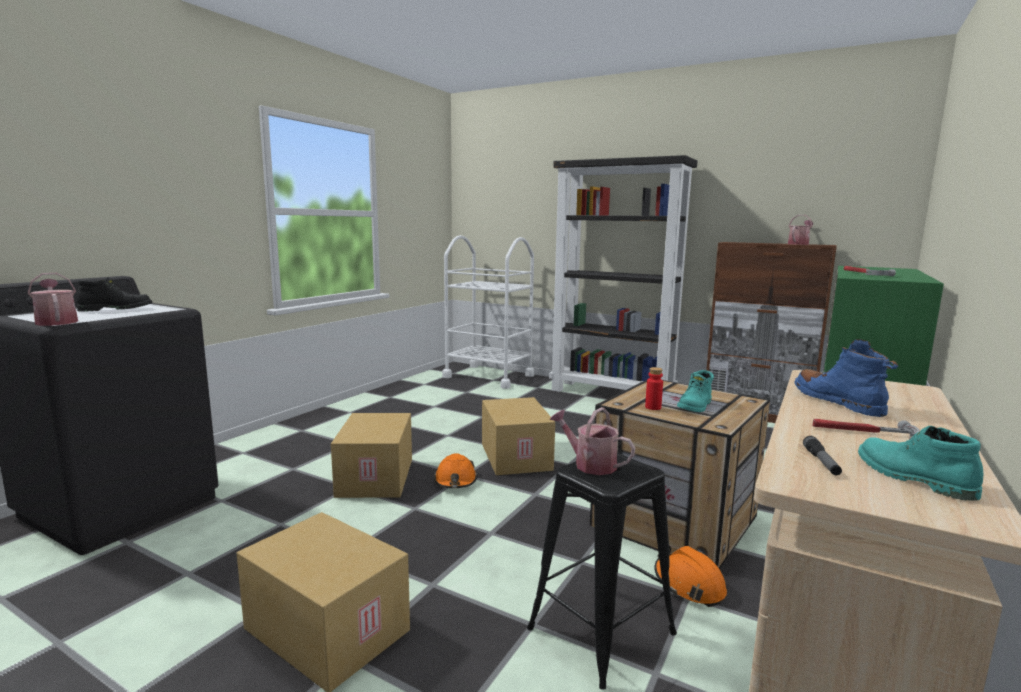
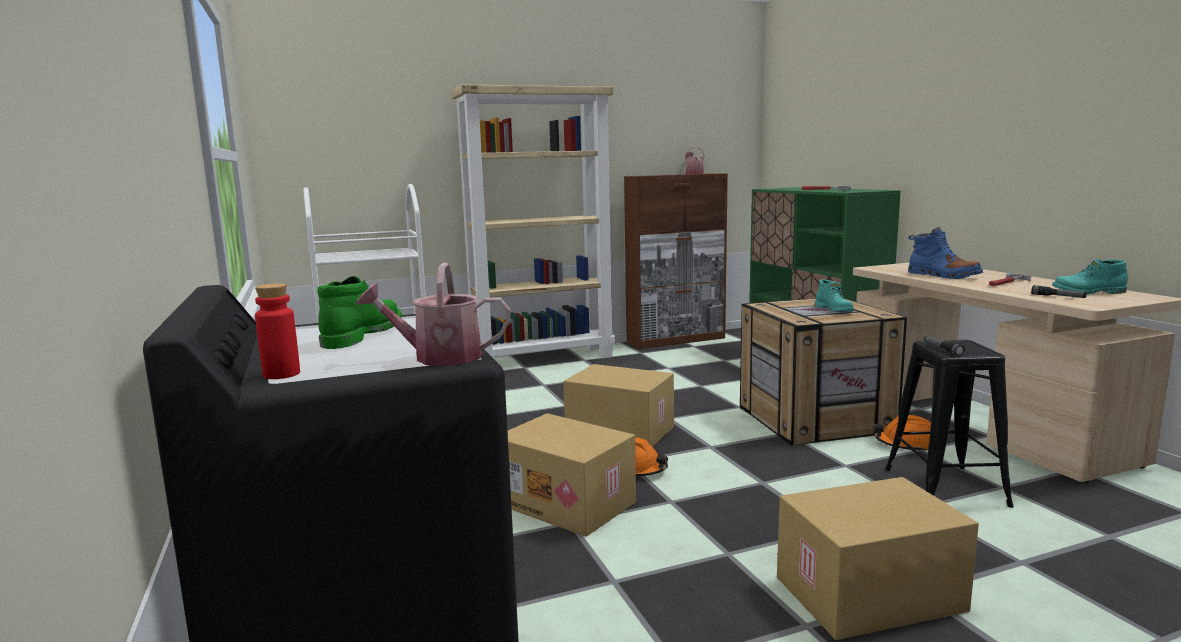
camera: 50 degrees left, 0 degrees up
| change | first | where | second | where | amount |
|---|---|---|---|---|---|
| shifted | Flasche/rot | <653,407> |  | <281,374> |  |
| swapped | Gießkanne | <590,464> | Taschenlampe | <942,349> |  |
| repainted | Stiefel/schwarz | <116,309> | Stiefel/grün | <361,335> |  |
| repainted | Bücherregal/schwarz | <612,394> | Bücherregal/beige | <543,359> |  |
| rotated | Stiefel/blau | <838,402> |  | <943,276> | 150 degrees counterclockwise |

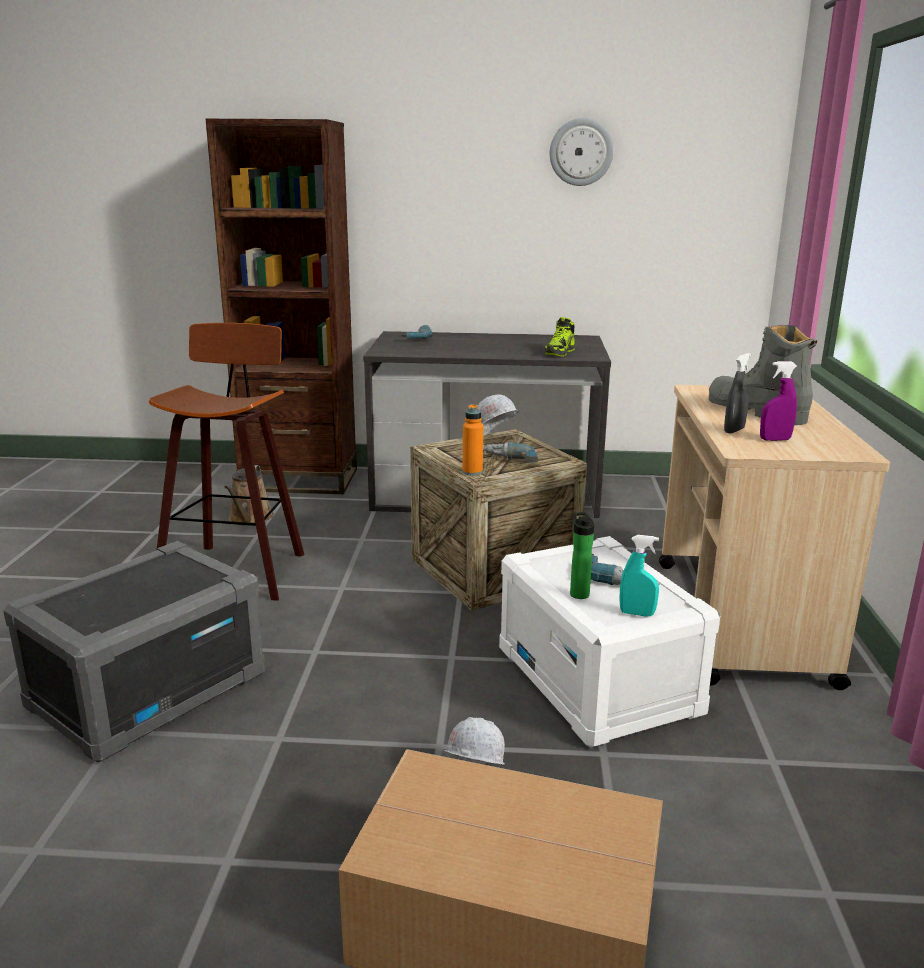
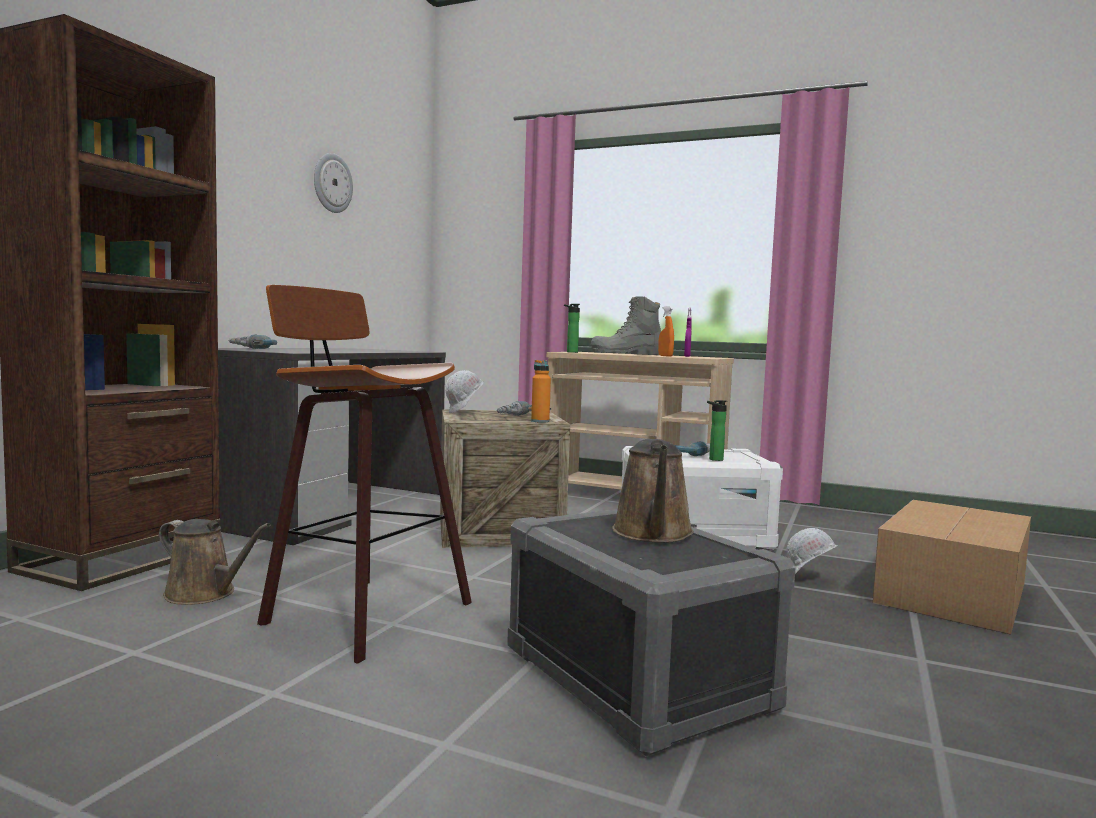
camera: 70 degrees left, 15 degrees down
| change | first | where | second | where | amount |
|---|---|---|---|---|---|
| gone | Schuh | <559,352> |  |  |  |
| gone | Sprühflasche/türkis | <637,613> |  |  |  |
| new |  |  | Flasche | <570,352> |  |
| new |  |  | Gießkanne/braun | <653,534> |  |
| repainted | Sprühflasche/grau | <734,430> | Sprühflasche/orange | <665,356> |  |

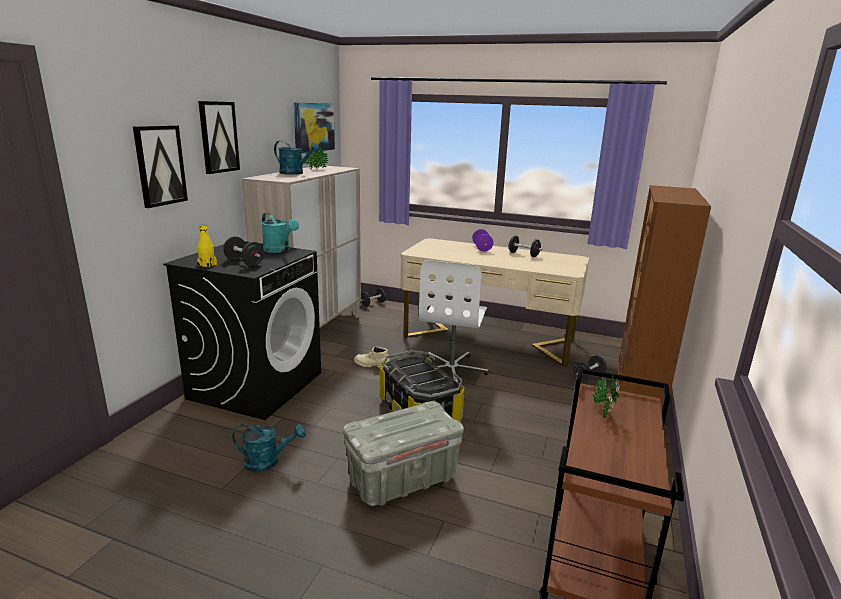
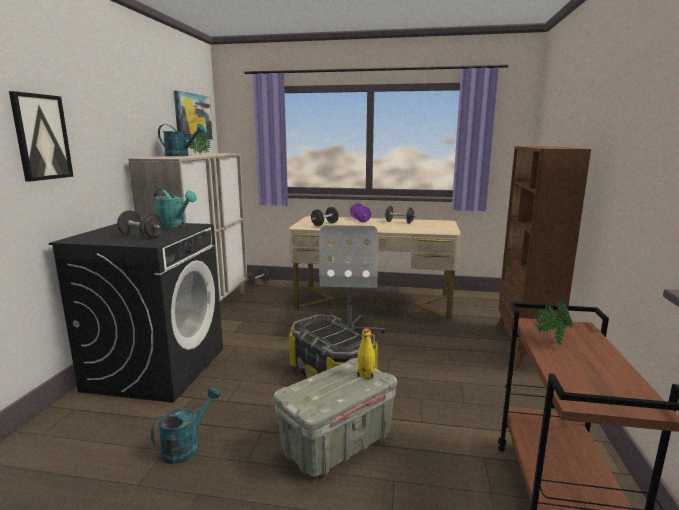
camera: 10 degrees left, 5 degrees down
| change | first | where | second | where | amount |
|---|---|---|---|---|---|
| gone | Bild | <218,137> |  |  |  |
| gone | Stiefel/beige | <371,364> |  |  |  |
| shifted | Flasche/gelb | <207,265> |  | <365,374> |  |
| shifted | Hantel/schwarz | <588,376> |  | <325,224> |  |
| rotated | Gießkanne/türkis | <268,462> |  | <186,446> | 45 degrees counterclockwise |

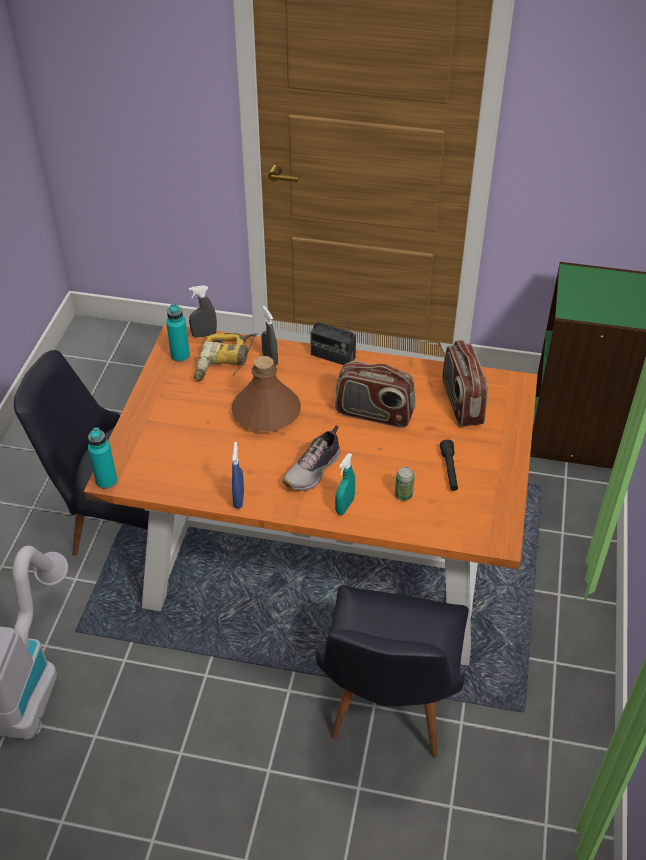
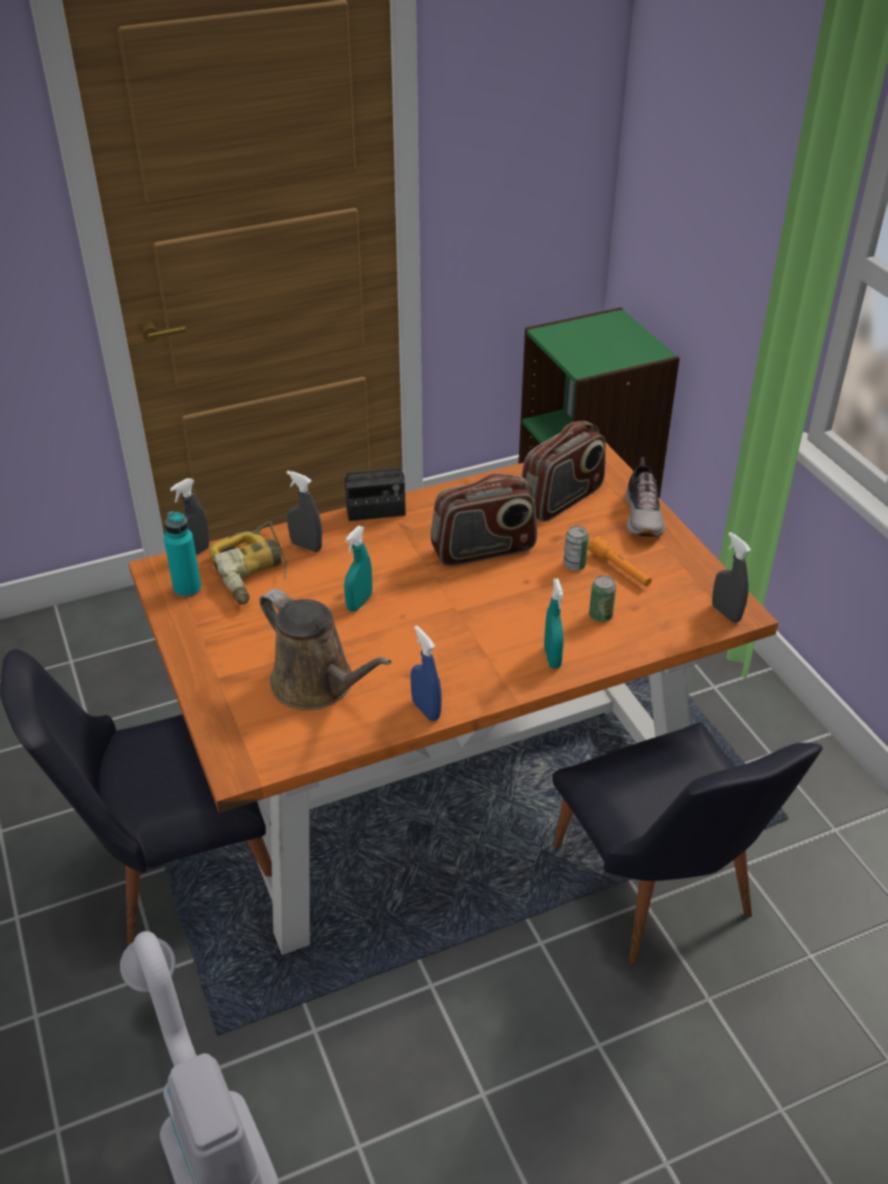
camera: 35 degrees left, 5 degrees down
| change | first | where | second | where | amount |
|---|---|---|---|---|---|
| gone | Flasche/türkis | <106,481> |  |  |  |
| new |  |  | Gießkanne/braun | <318,685> |  |
| new |  |  | Dose | <574,565> |  |
| new |  |  | Sprühflasche/grau | <726,613> |  |
| shifted | Schuh | <313,470> |  | <643,516> |  |
| swapped | Flasche/braun | <266,412> | Sprühflasche/türkis | <359,602> |  |
| repainted | Taschenlampe/schwarz | <449,470> | Taschenlampe/orange | <620,569> |  |
| rotated | Radio | <461,402> |  | <561,499> | 90 degrees counterclockwise |

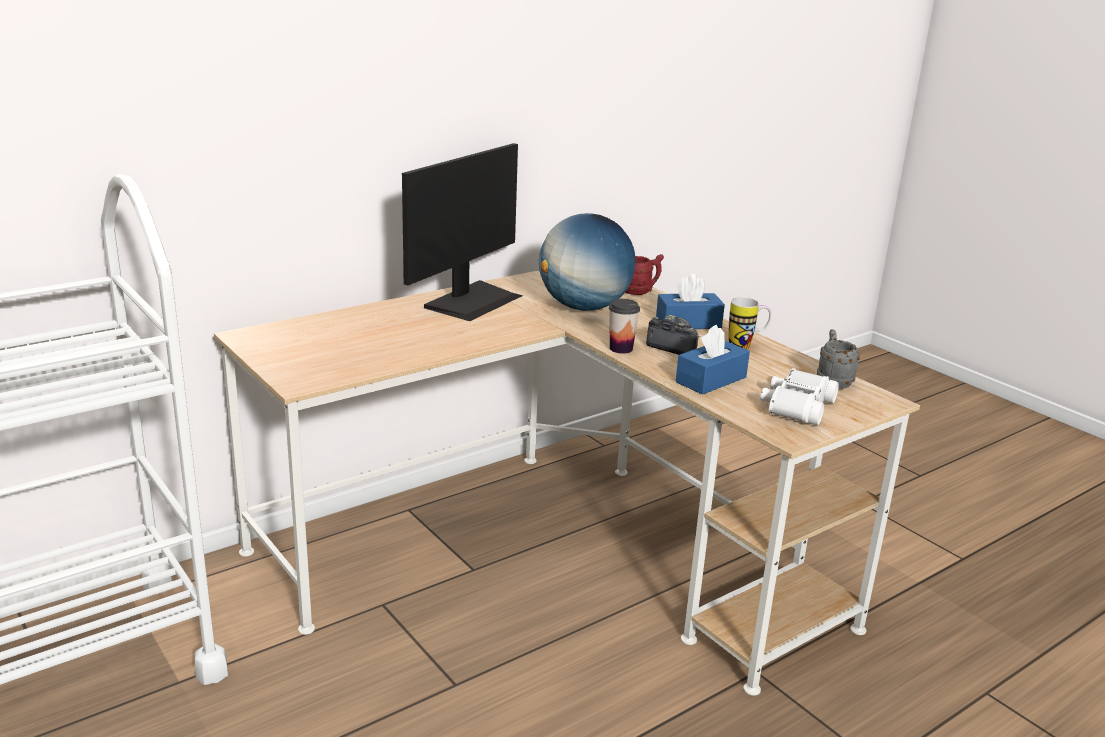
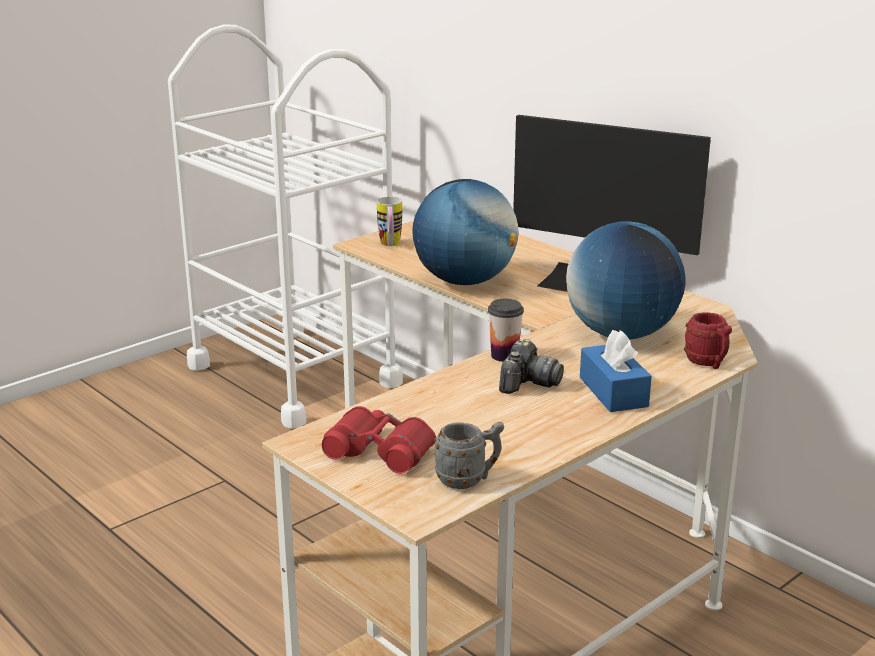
camera: 85 degrees right, 0 degrees up
| change | first | where | second | where | amount |
|---|---|---|---|---|---|
| gone | Taschentuchbox/blau | <711,380> |  |  |  |
| new |  |  | Globus | <465,281> |  |
| shifted | Henkelbecher | <746,347> |  | <390,245> |  |
| repainted | Fernglas/weiß | <796,406> | Fernglas/rot | <381,450> |  |

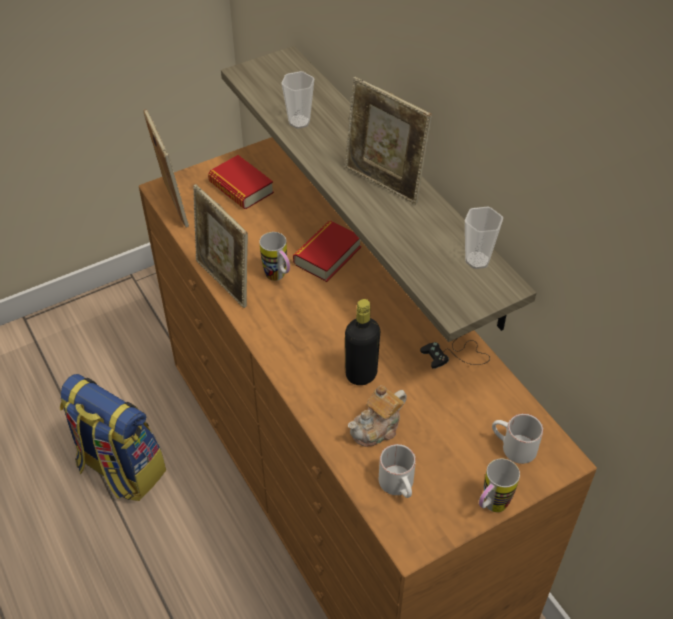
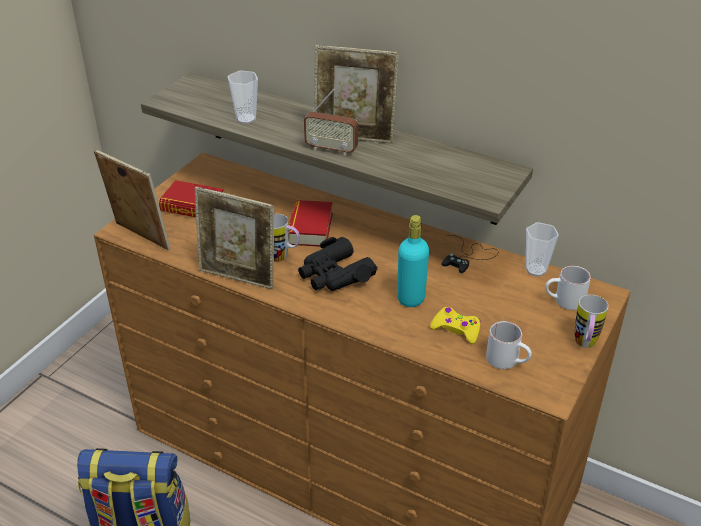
camera: 30 degrees left, 10 degrees down
| change | first | where | second | where | amount |
|---|---|---|---|---|---|
| new |  |  | Fernglas/schwarz | <334,274> |  |
| new |  |  | Radio | <331,149> |  |
| shifted | Tasse | <477,260> |  | <536,270> |  |
| swapped | Teekanne | <377,428> | Gamepad/gelb | <456,329> |  |
| repainted | Flasche/schwarz | <361,374> | Flasche/türkis | <411,298> |  |

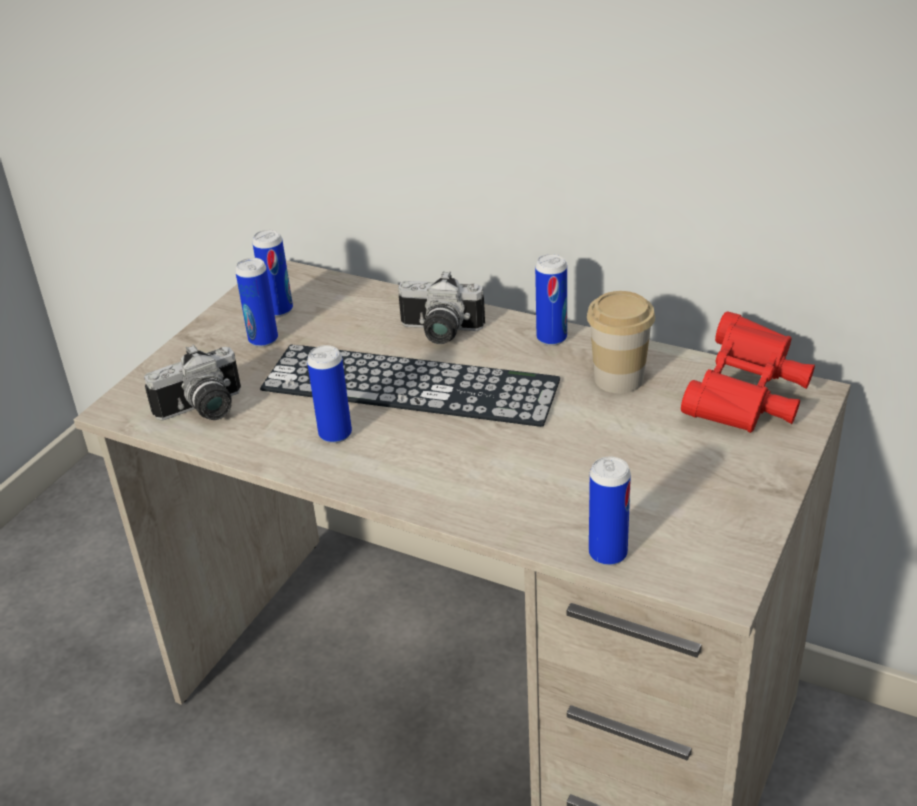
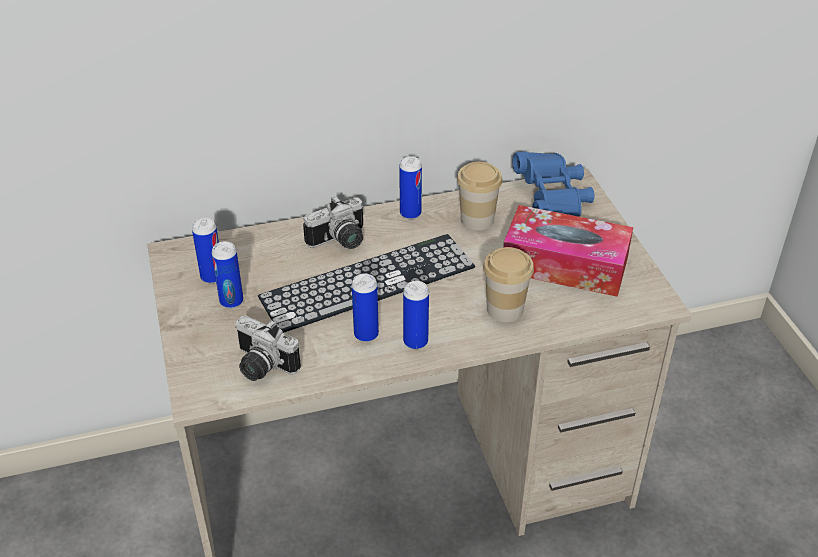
camera: 45 degrees left, 5 degrees up
| change | first | where | second | where | amount |
|---|---|---|---|---|---|
| new |  |  | Tasse | <505,309> |  |
| new |  |  | Taschentuchbox | <565,265> |  |
| shifted | Dose | <608,554> |  | <415,342> |  |
| repainted | Fernglas/rot | <746,399> | Fernglas/blau | <552,200> |  |
| rotated | Kamera | <204,411> |  | <261,366> | 105 degrees clockwise |

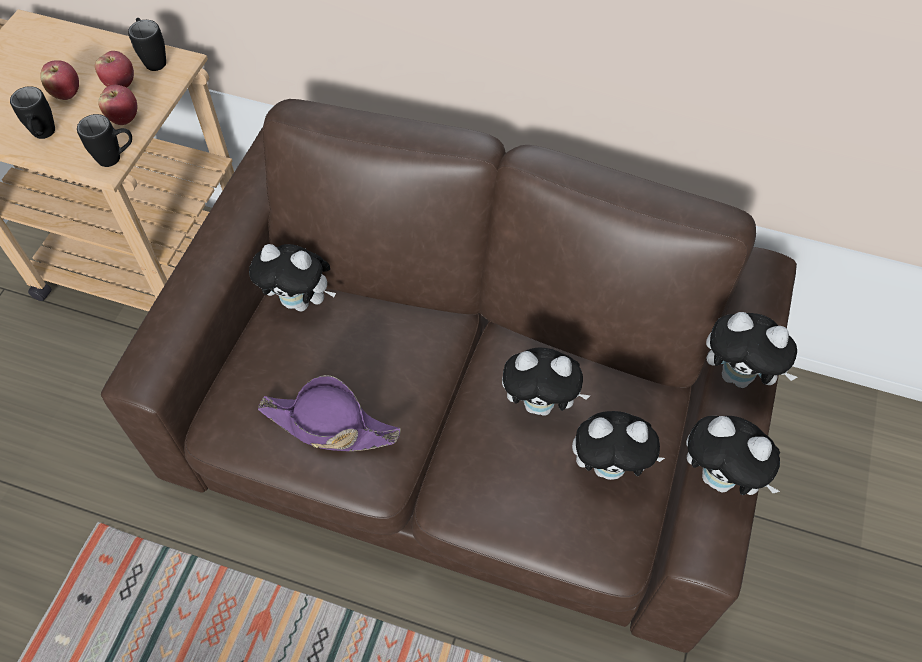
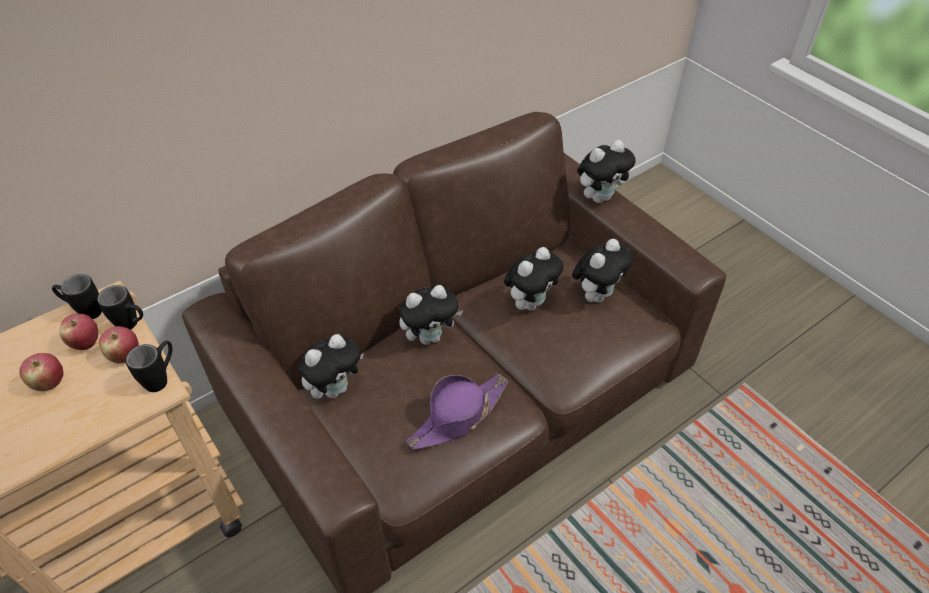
camera: 55 degrees left, 10 degrees down
| change | first | where | second | where | amount |
|---|---|---|---|---|---|
| shifted | Henkelbecher/schwarz | <44,136> |  | <133,325> |  |
| shifted | Plüschtier | <720,478> |  | <430,337> |  |

